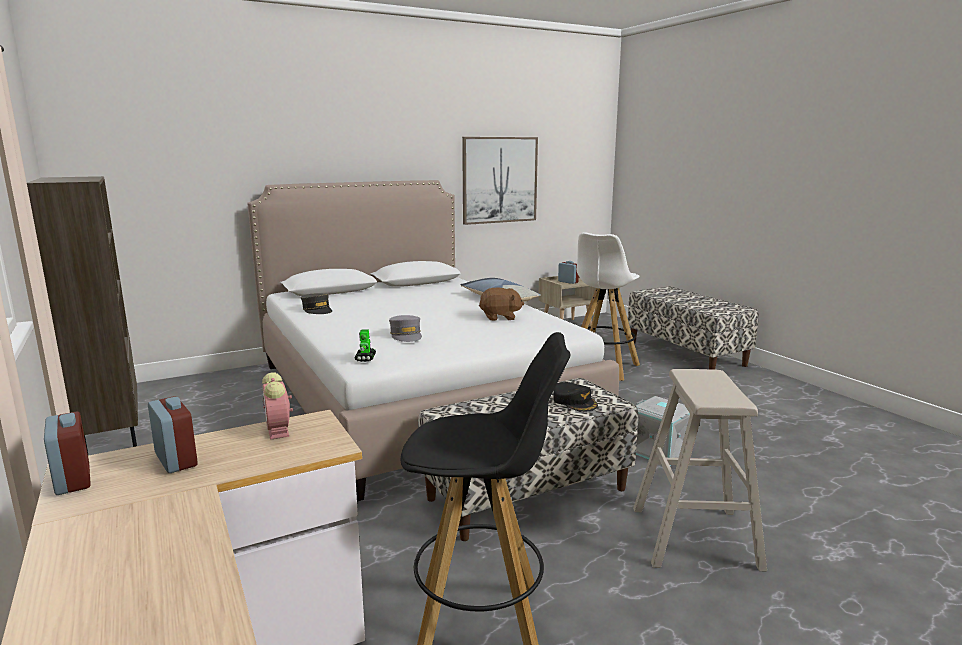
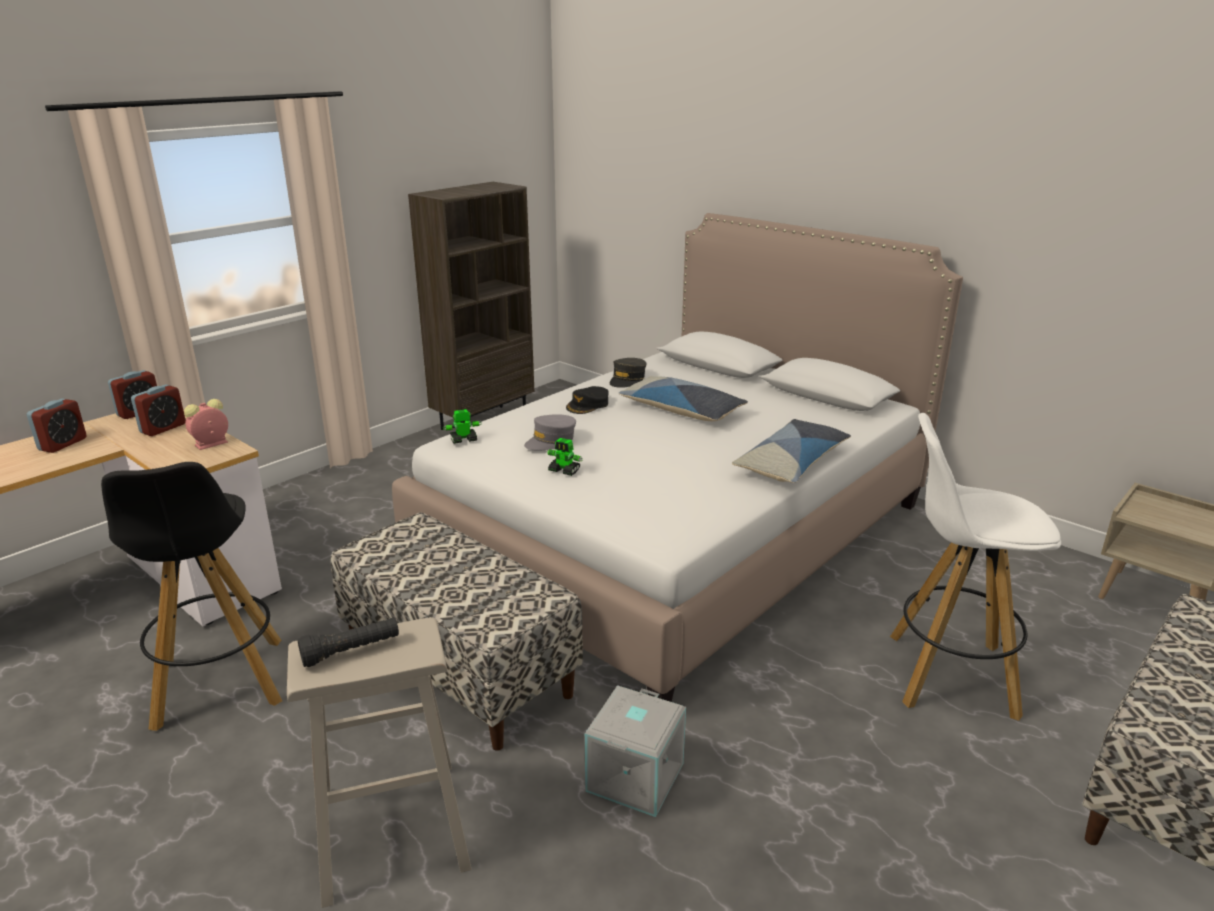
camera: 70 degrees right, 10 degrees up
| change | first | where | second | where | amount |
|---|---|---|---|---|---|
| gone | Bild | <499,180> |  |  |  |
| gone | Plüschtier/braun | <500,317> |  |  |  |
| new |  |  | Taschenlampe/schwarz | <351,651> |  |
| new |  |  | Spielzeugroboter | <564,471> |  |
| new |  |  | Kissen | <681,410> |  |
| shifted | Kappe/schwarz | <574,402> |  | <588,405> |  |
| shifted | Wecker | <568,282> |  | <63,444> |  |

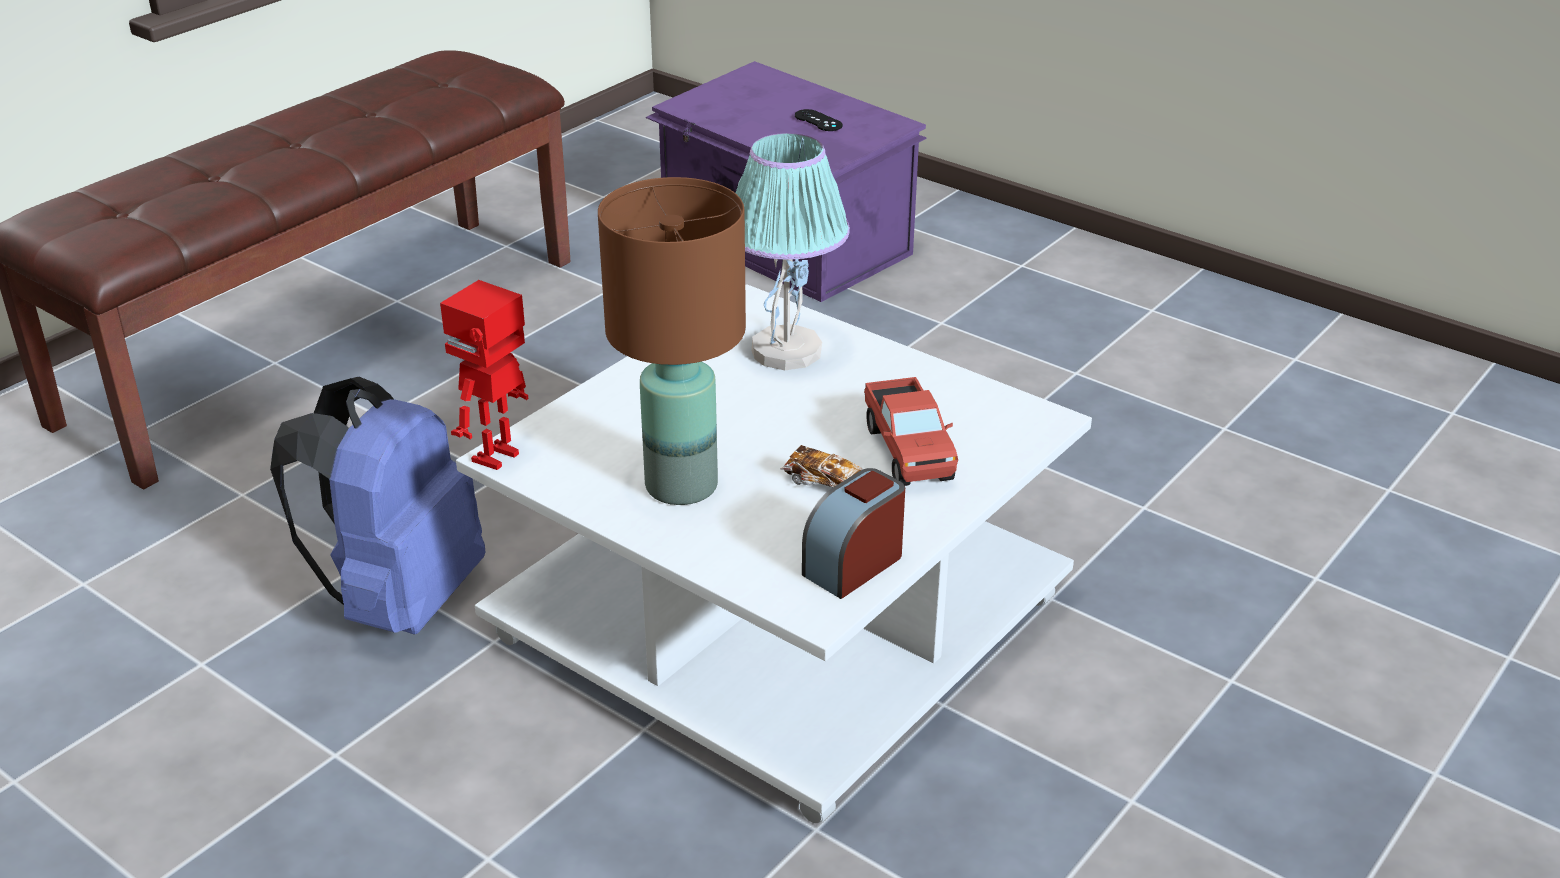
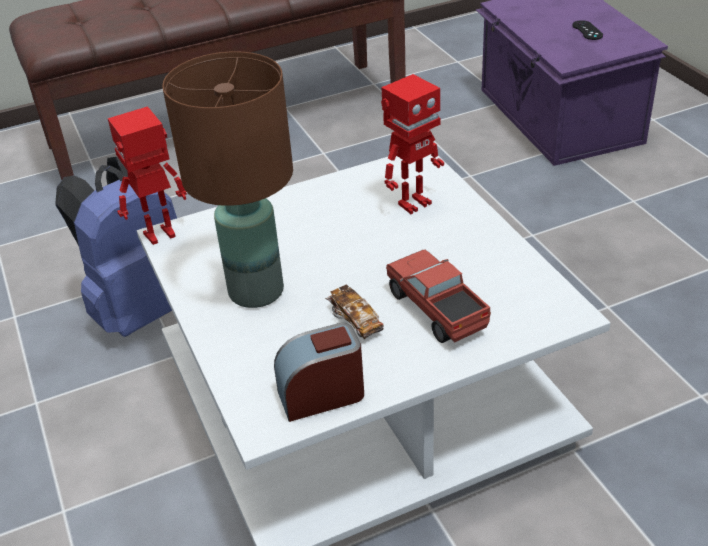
camera: 30 degrees right, 5 degrees up
| change | first | where | second | where | amount |
|---|---|---|---|---|---|
| swapped | Tischlampe | <786,351> | Spielzeugroboter | <413,203> |  |
| rotated | Spielzeuglaster | <908,452> |  | <436,311> | 135 degrees clockwise |

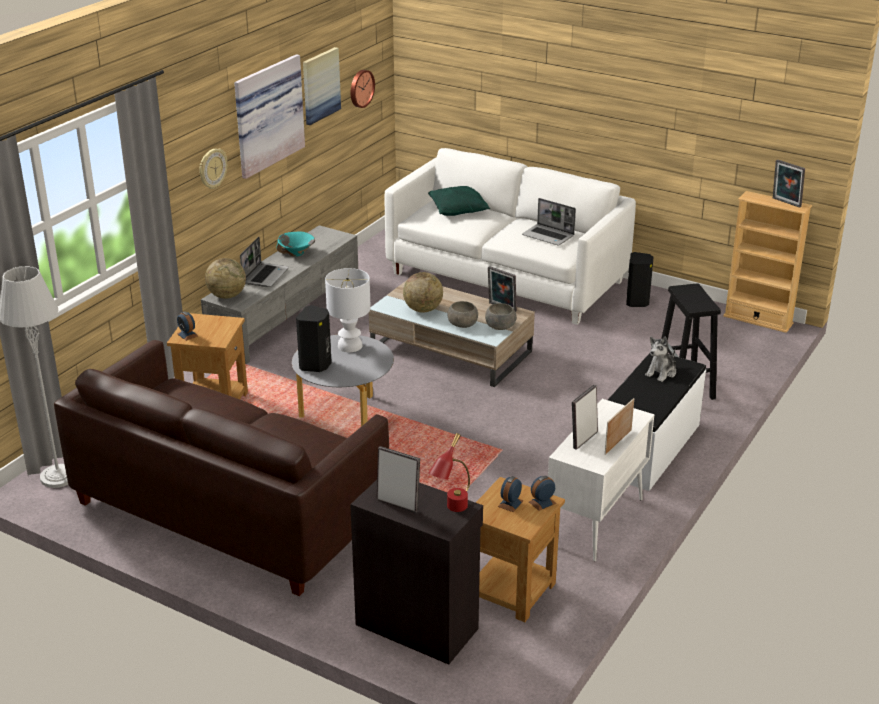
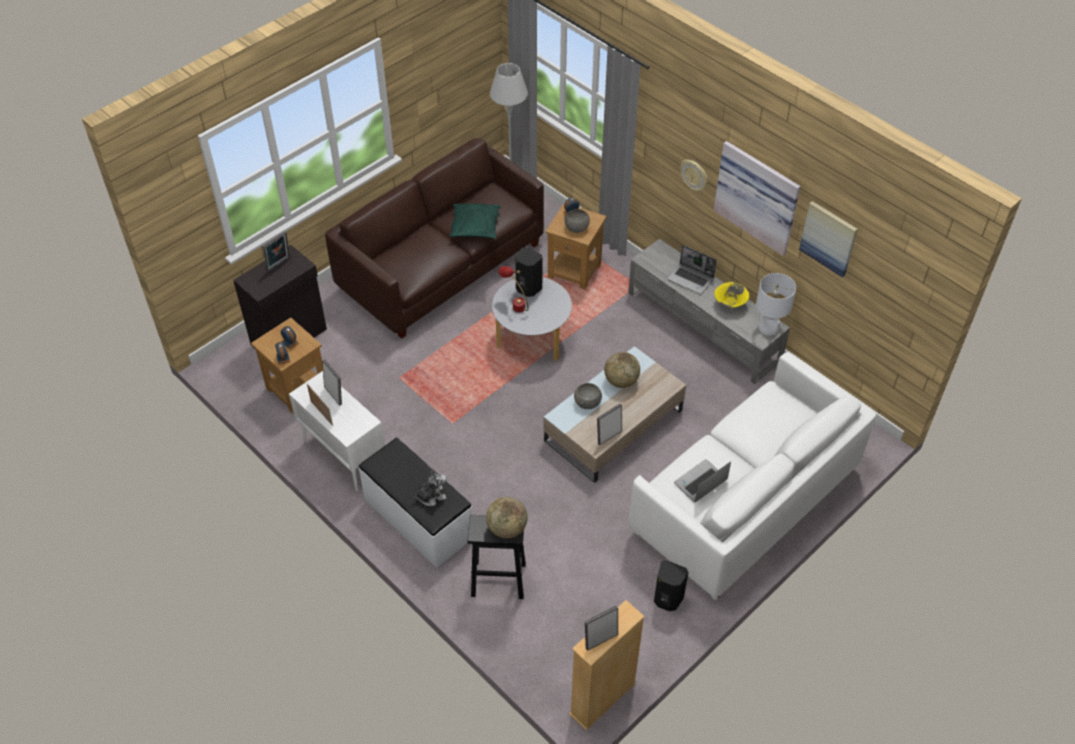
camera: 105 degrees right, 20 degrees up
| change | first | where | second | where | amount |
|---|---|---|---|---|---|
| gone | Wanduhr | <360,88> |  |  |  |
| shifted | Globus | <227,296> |  | <507,528> |  |
| shifted | Tischlampe/weiß | <349,345> |  | <769,328> |  |
| shifted | Kissen/grün | <459,209> |  | <475,228> |  |
| shifted | Tischlampe/rot | <451,511> |  | <514,304> |  |
| shifted | Schüssel/grau | <500,326> |  | <576,227> |  |
| repainted | Schüssel/türkis | <296,254> | Schüssel/gelb | <729,304> |  |
| rotated | Plüschtier | <661,372> |  | <431,496> | 105 degrees clockwise |

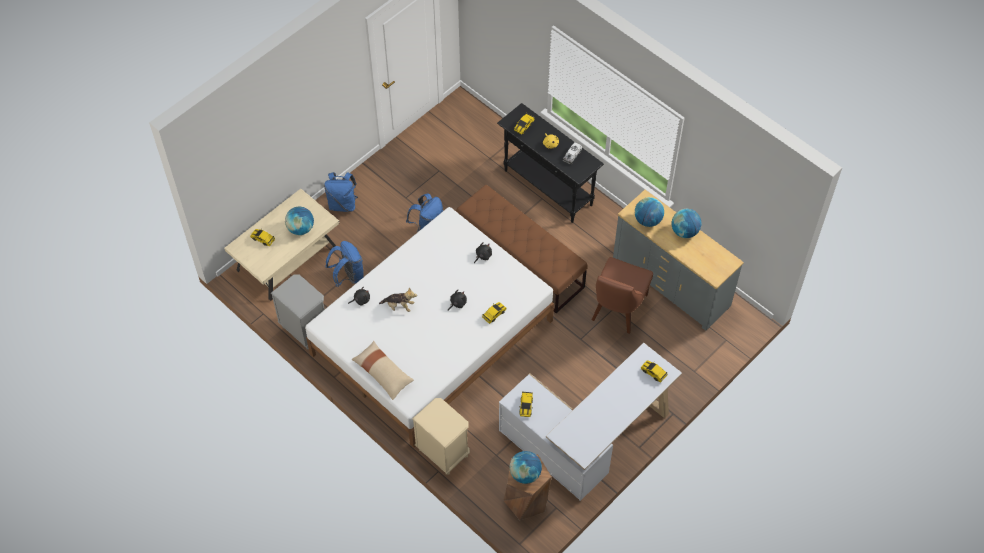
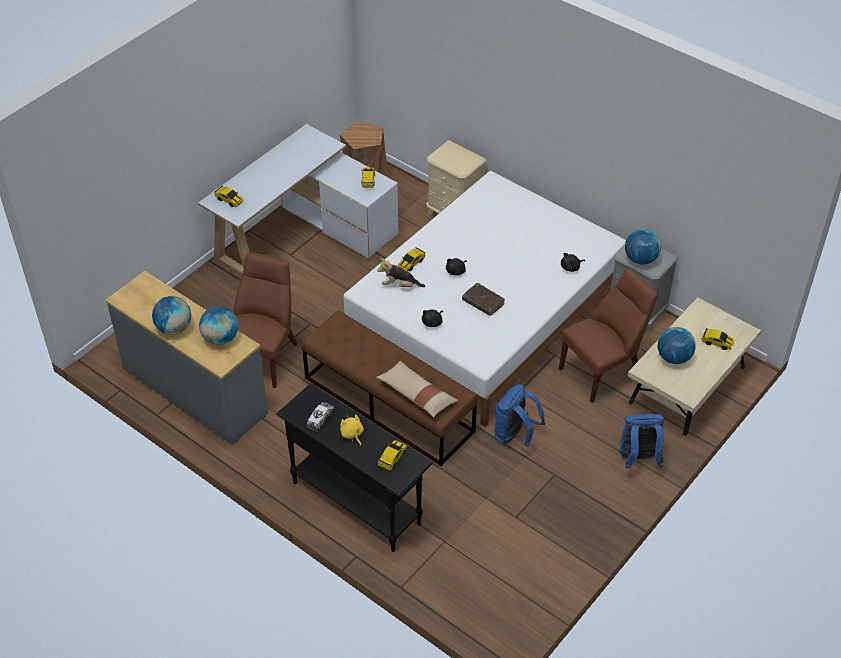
camera: 175 degrees right, 10 degrees down
| change | first | where | second | where | amount |
|---|---|---|---|---|---|
| new |  |  | Buch/braun | <483,302> |  |
| shifted | Kissen/beige | <383,373> |  | <416,394> |  |
| shifted | Plüschtier | <399,306> |  | <400,285> |  |
| shifted | Globus | <525,474> |  | <640,259> |  |
| swapped | Rucksack/blau | <348,276> | Stuhl/braun | <603,371> |  |

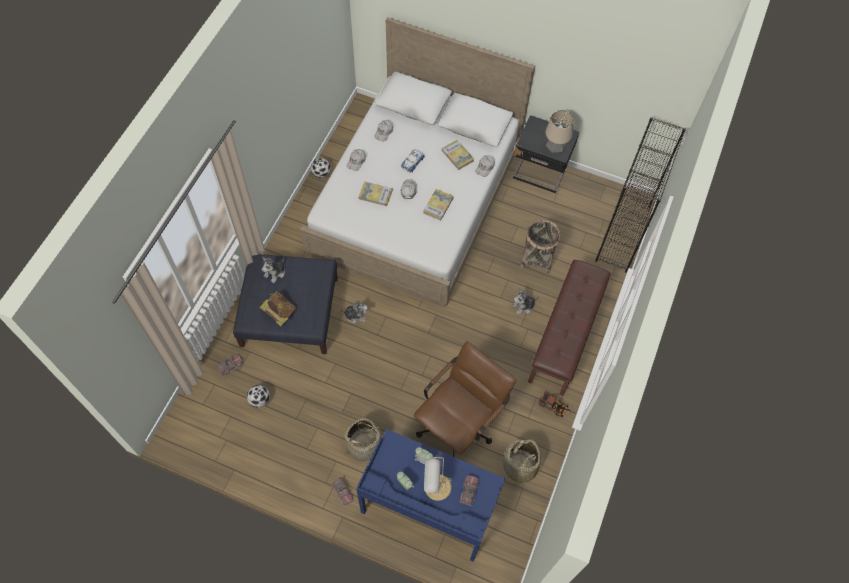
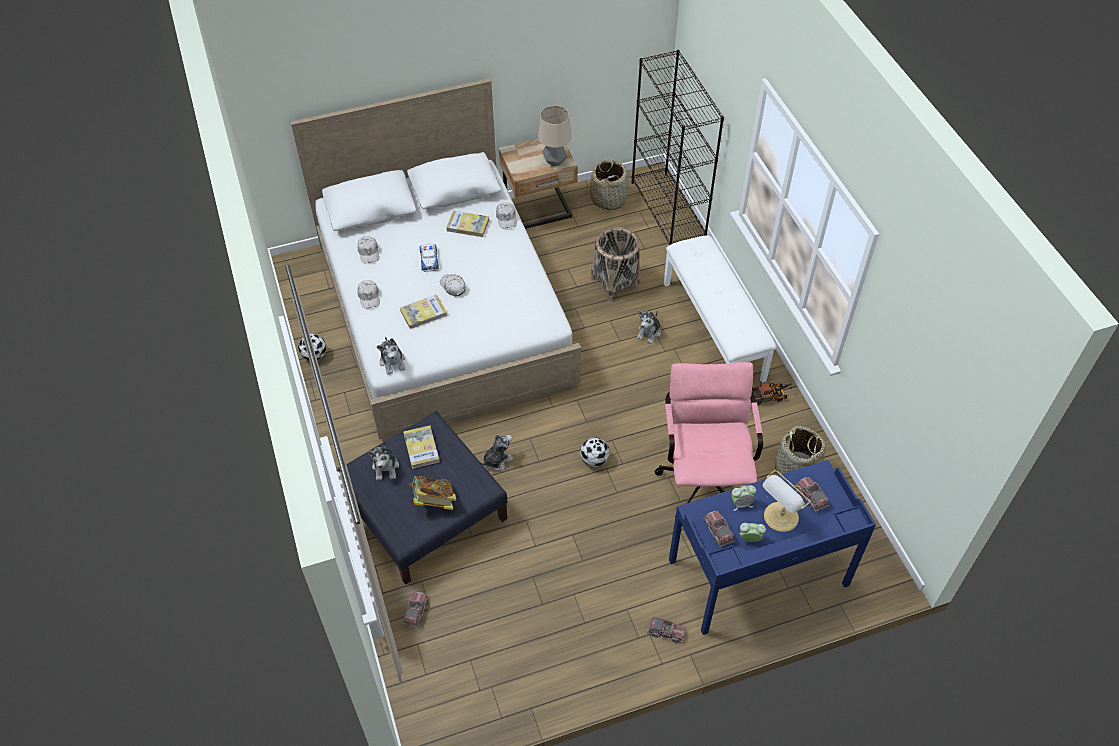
camera: 40 degrees left, 10 degrees down
| change | first | where | second | where | amount |
|---|---|---|---|---|---|
| new |  |  | Plüschtier | <393,362> |  |
| new |  |  | Spielzeuglaster | <718,531> |  |
| shifted | Fußball | <260,400> |  | <594,460> |  |
| shifted | Korb | <365,444> |  | <608,198> |  |
| shifted | Buch | <438,205> |  | <421,448> |  |
| repainted | Bürostuhl/braun | <460,423> | Bürostuhl/rosa | <704,477> |  |
| repainted | Nachttisch/schwarz | <539,174> | Nachttisch/beige | <539,211> |  |
| repainted | Bank/braun | <565,337> | Bank/weiß | <714,330> |  |

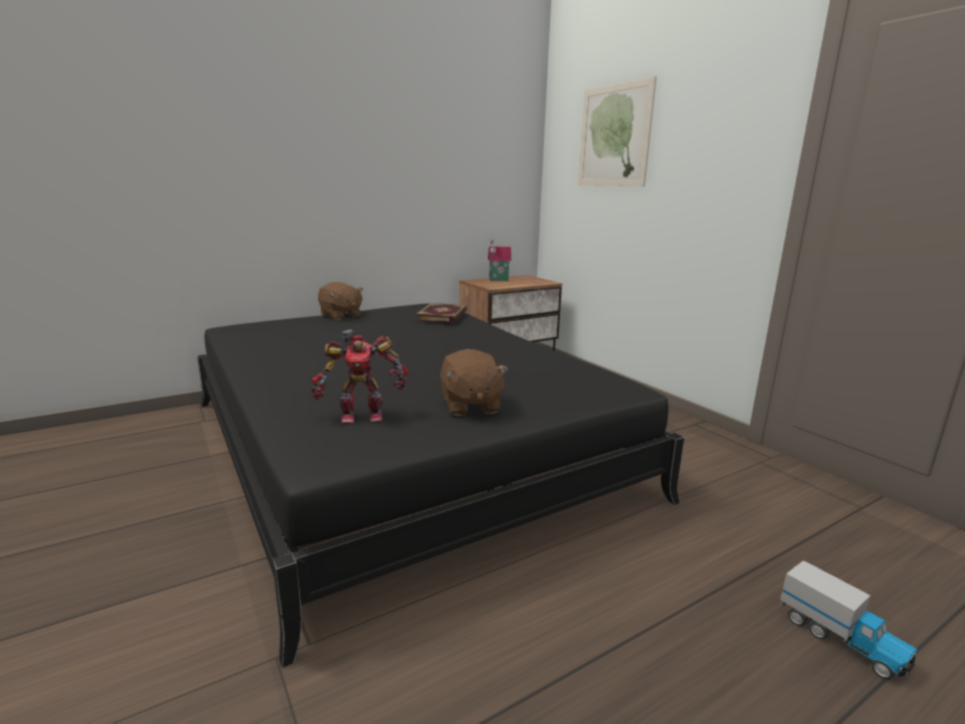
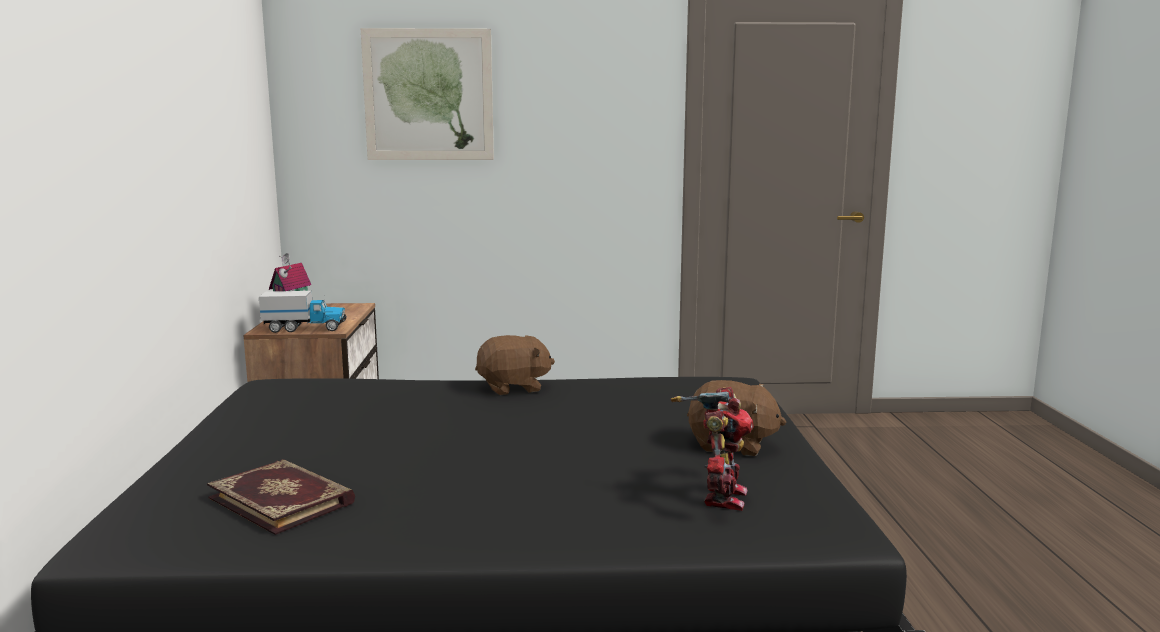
camera: 60 degrees left, 5 degrees down
| change | first | where | second | where | amount |
|---|---|---|---|---|---|
| shifted | Plüschtier/braun | <340,316> |  | <513,388> |  |
| shifted | Buch | <443,316> |  | <283,499> |  |
| shifted | Spielzeuglaster | <841,639> |  | <305,328> |  |

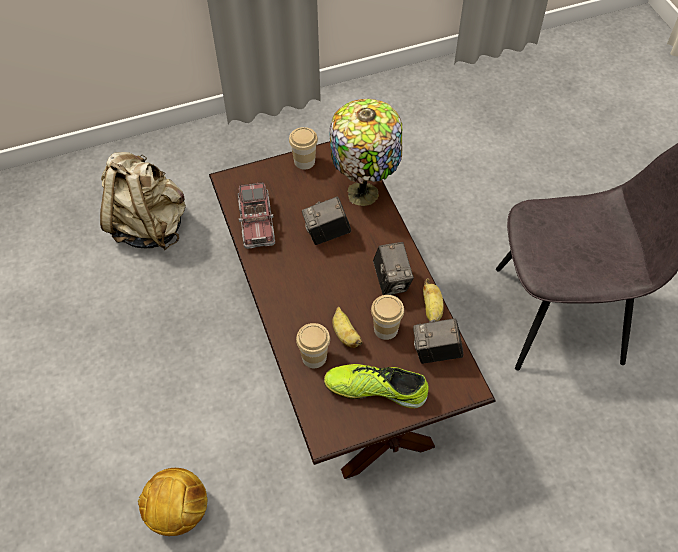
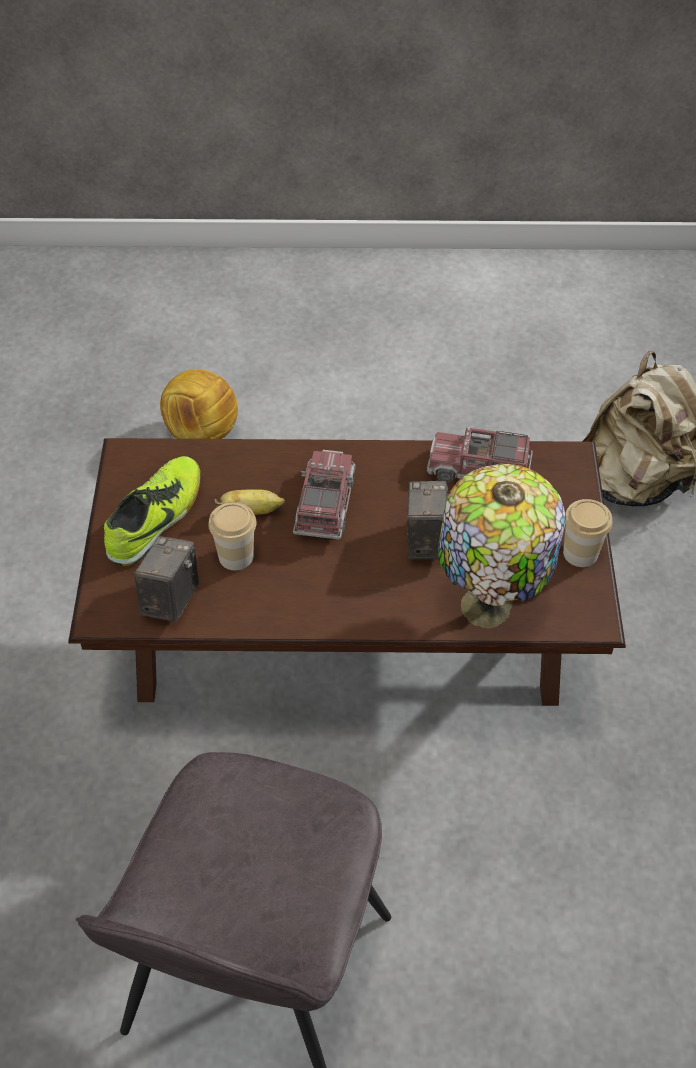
camera: 110 degrees right, 5 degrees down
| change | first | where | second | where | amount |
|---|---|---|---|---|---|
| gone | Tasse | <314,357> |  |  |  |
| gone | Kamera | <391,281> |  |  |  |
| gone | Banane | <432,309> |  |  |  |
| new |  |  | Spielzeuglaster | <325,505> |  |

